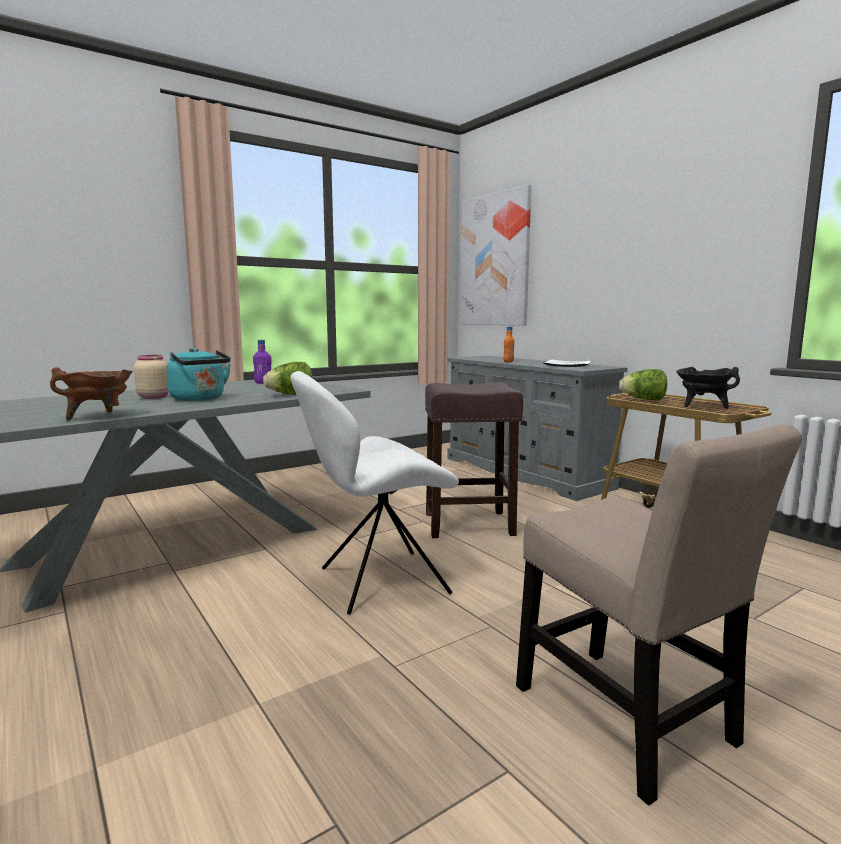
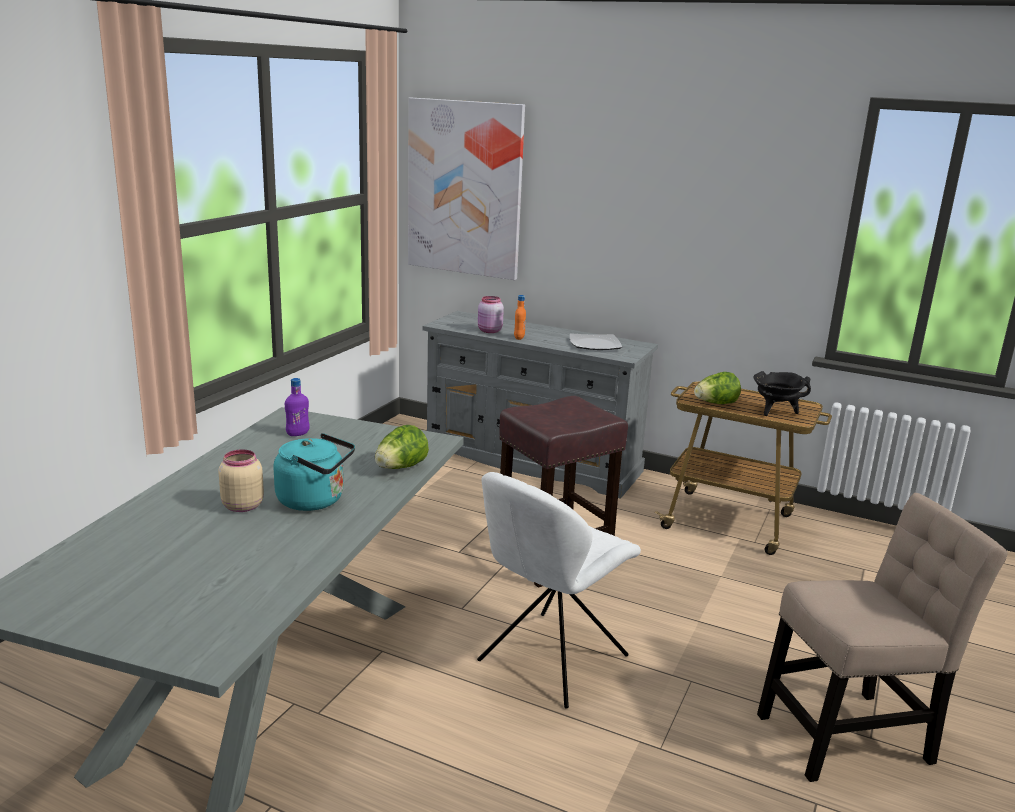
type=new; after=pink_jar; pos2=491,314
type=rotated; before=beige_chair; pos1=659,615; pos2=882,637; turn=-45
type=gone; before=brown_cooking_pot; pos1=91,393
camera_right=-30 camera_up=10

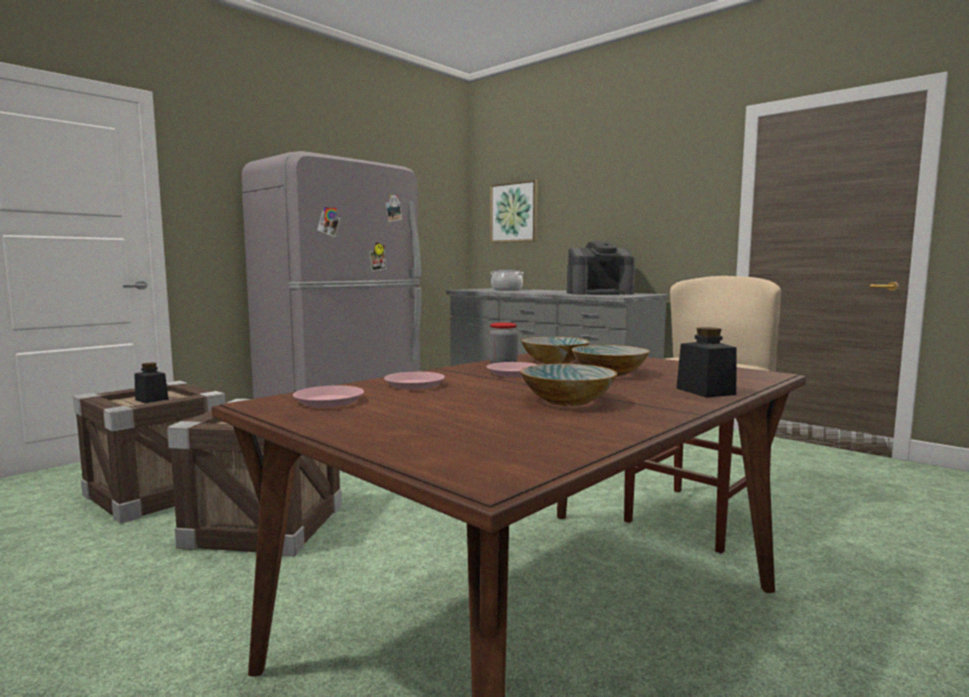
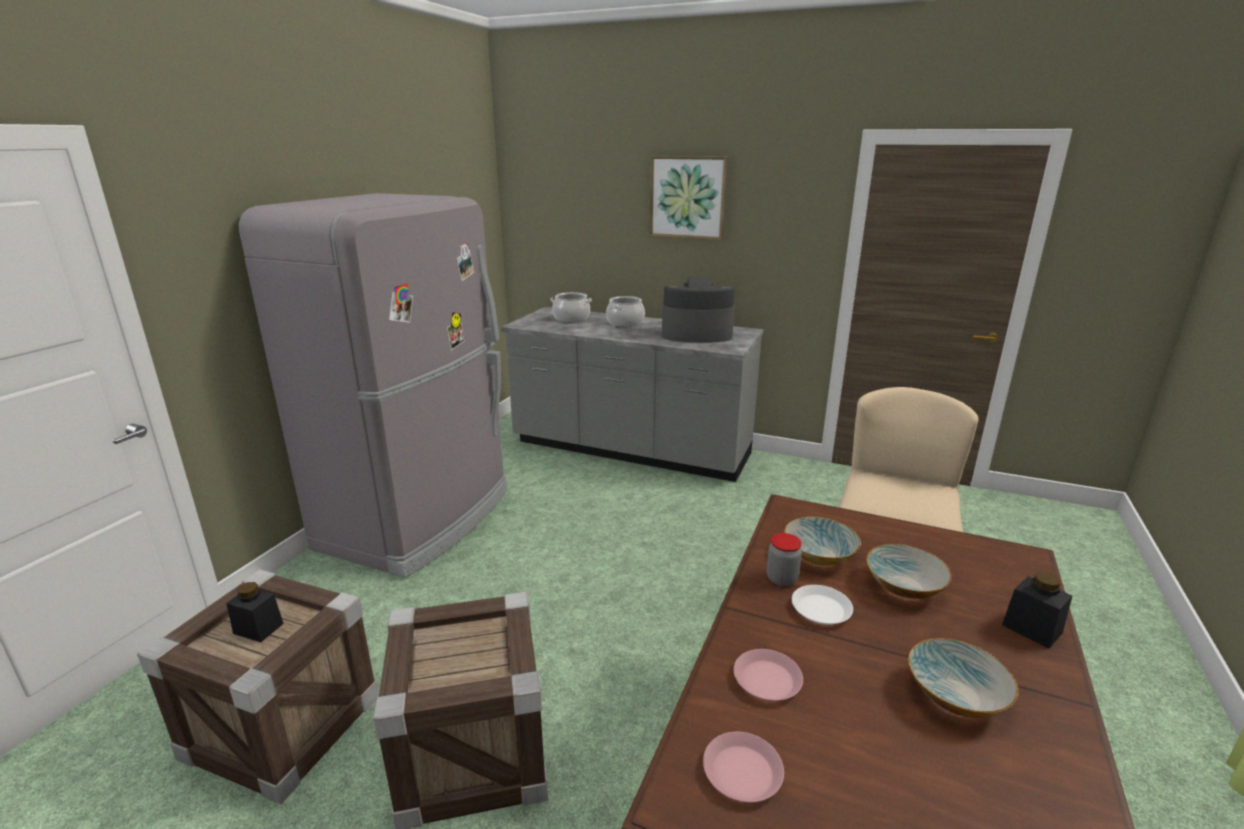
type=new; after=cooking_pot; pos2=625,311
type=shifted; before=picture; pos1=514,211; pos2=688,198
type=rotated; before=coffee_machine; pos1=601,268; pos2=698,309; turn=-150
type=repainted; before=pink_plate; after=white_plate; pos1=512,369; pos2=822,605
camera_right=-20 camera_up=15

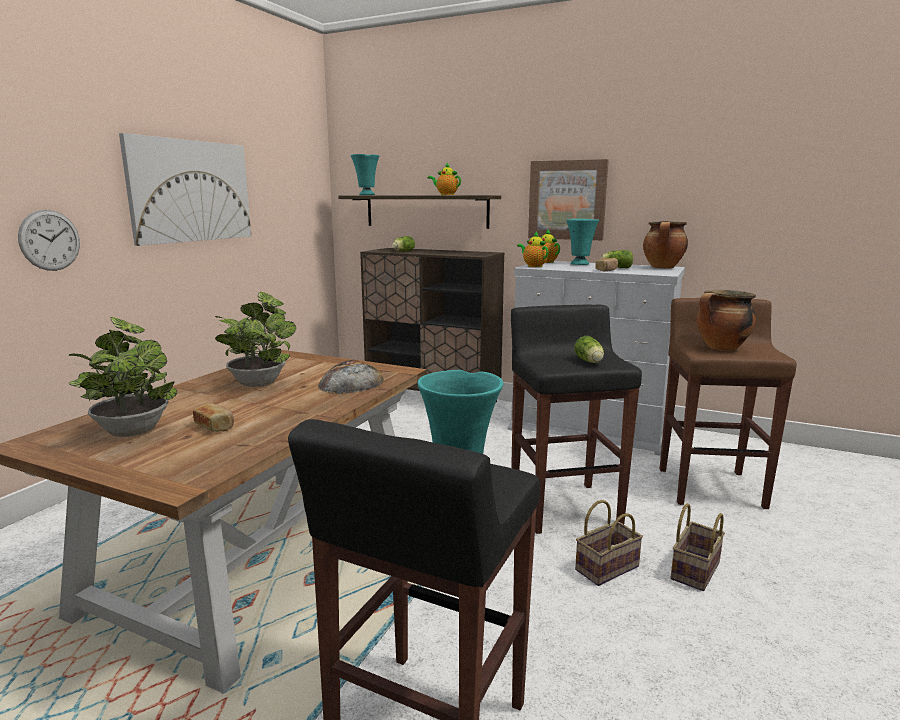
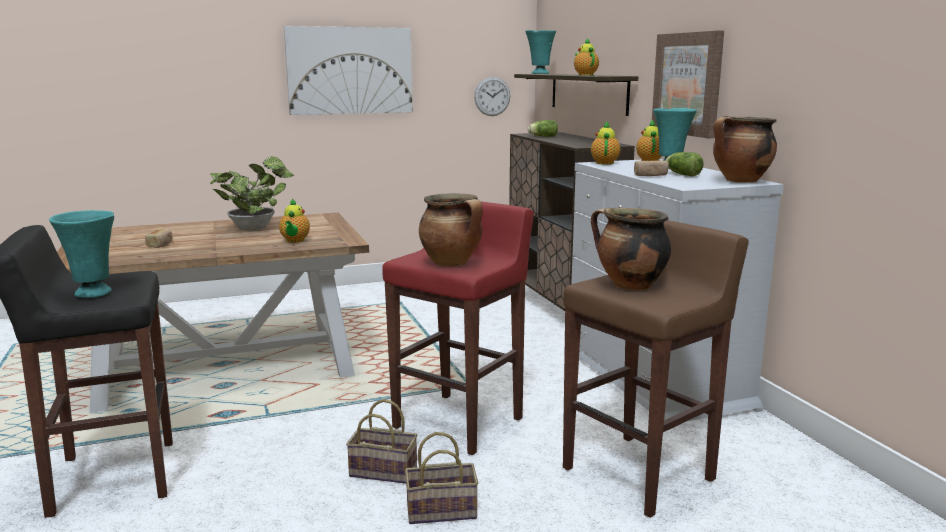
type=swapped; before=bread; after=teapot; pos1=351,377; pos2=294,220
type=repainted; before=black_stool; after=red_stool; pos1=576,419; pos2=458,328
type=swapped; before=lettuce; after=cooking_pot; pos1=589,349; pos2=451,230
type=shifted; before=wall_clock; pos1=49,240; pos2=492,96
type=gone; before=potted_plant; pos1=122,377
camera_right=45 camera_up=0

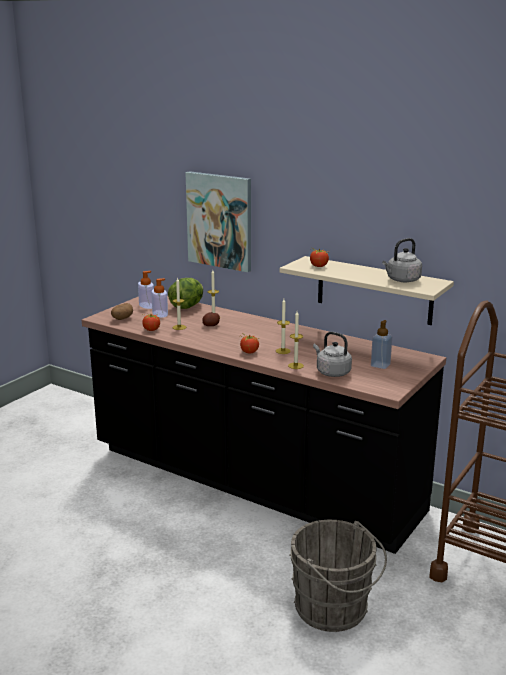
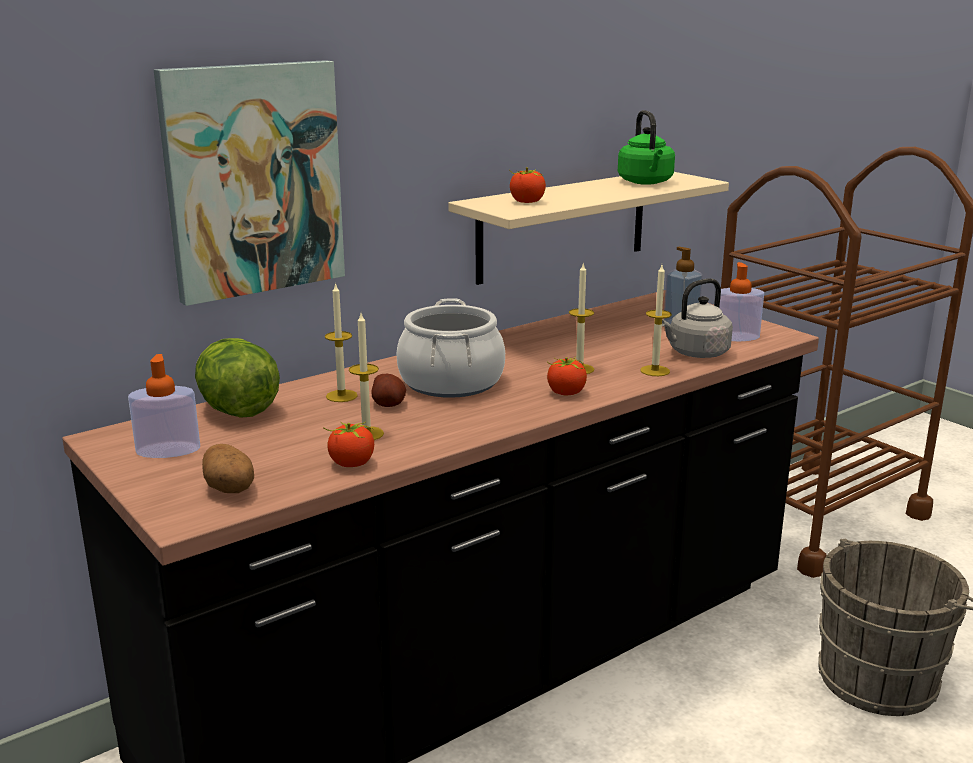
type=new; after=cooking_pot; pos2=451,348
type=repainted; before=grey_kettle; after=green_kettle; pos1=402,260; pos2=646,147
type=shifted; before=soap_dispenser; pos1=159,298; pos2=741,301
camera_right=-70 camera_up=0

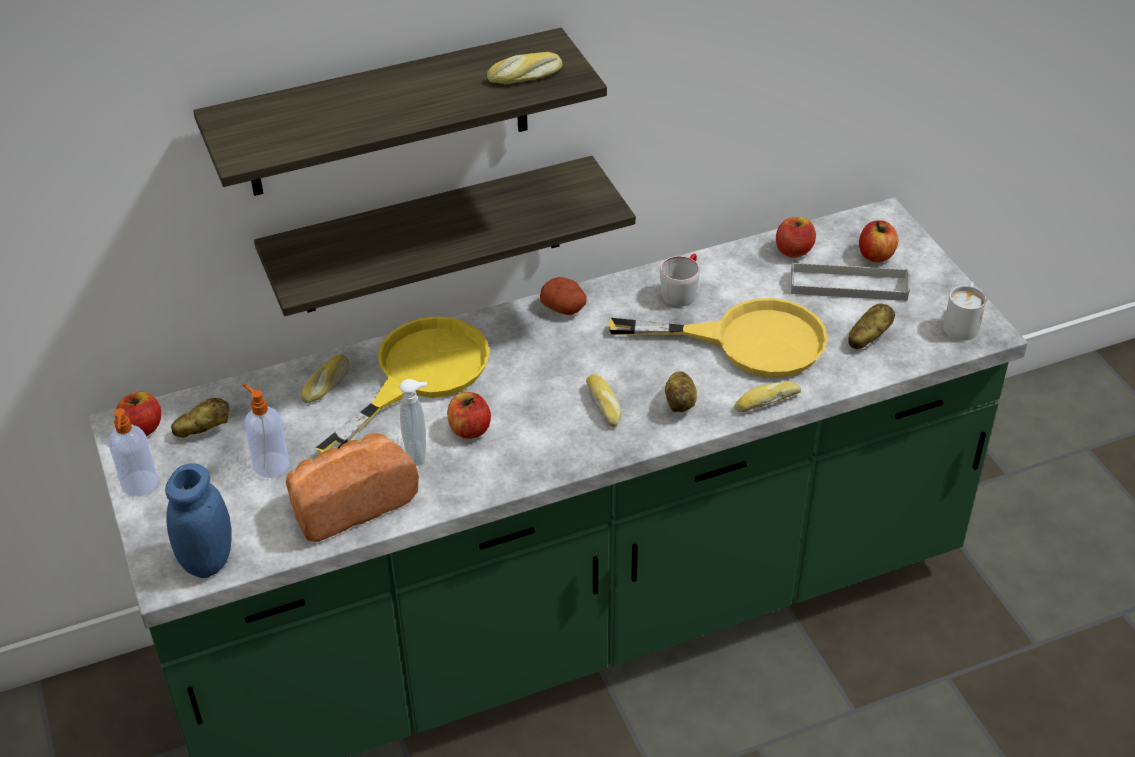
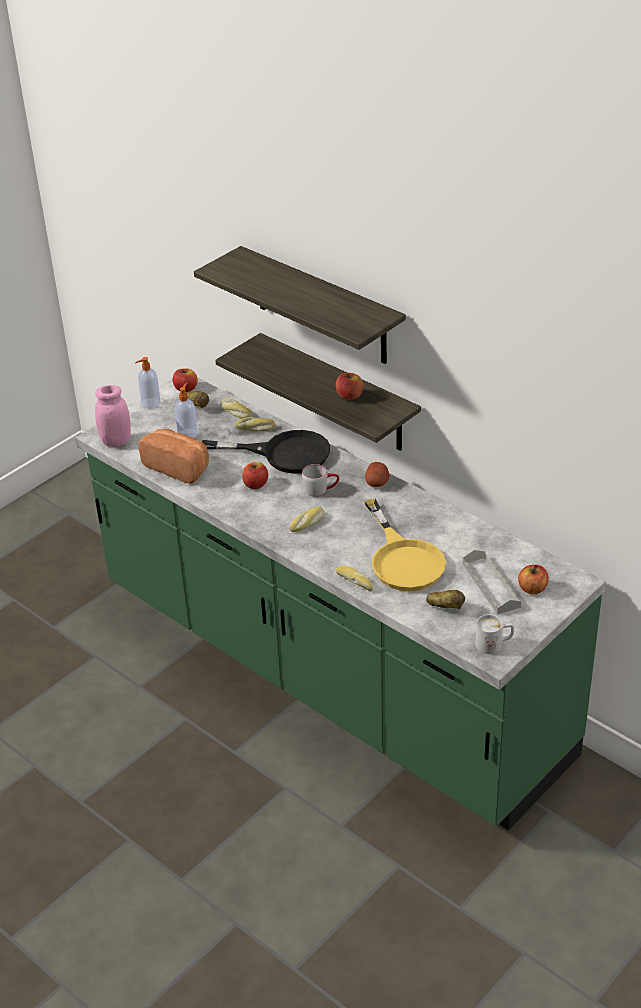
type=repainted; before=blue_jar; after=pink_jar; pos1=198,520; pos2=113,415
type=repainted; before=yellow_frying_pan; after=black_frying_pan; pos1=403,384; pos2=266,452
type=shifted; before=bread; pos1=524,68; pos2=236,408
type=shifted; before=grey_mug; pos1=680,280; pos2=320,480
type=shifted; before=apple; pos1=796,237; pos2=349,386
type=gone; before=soap_dispenser; pos1=413,422
type=gone; before=potato; pos1=681,391
camera_right=65 camera_up=-5

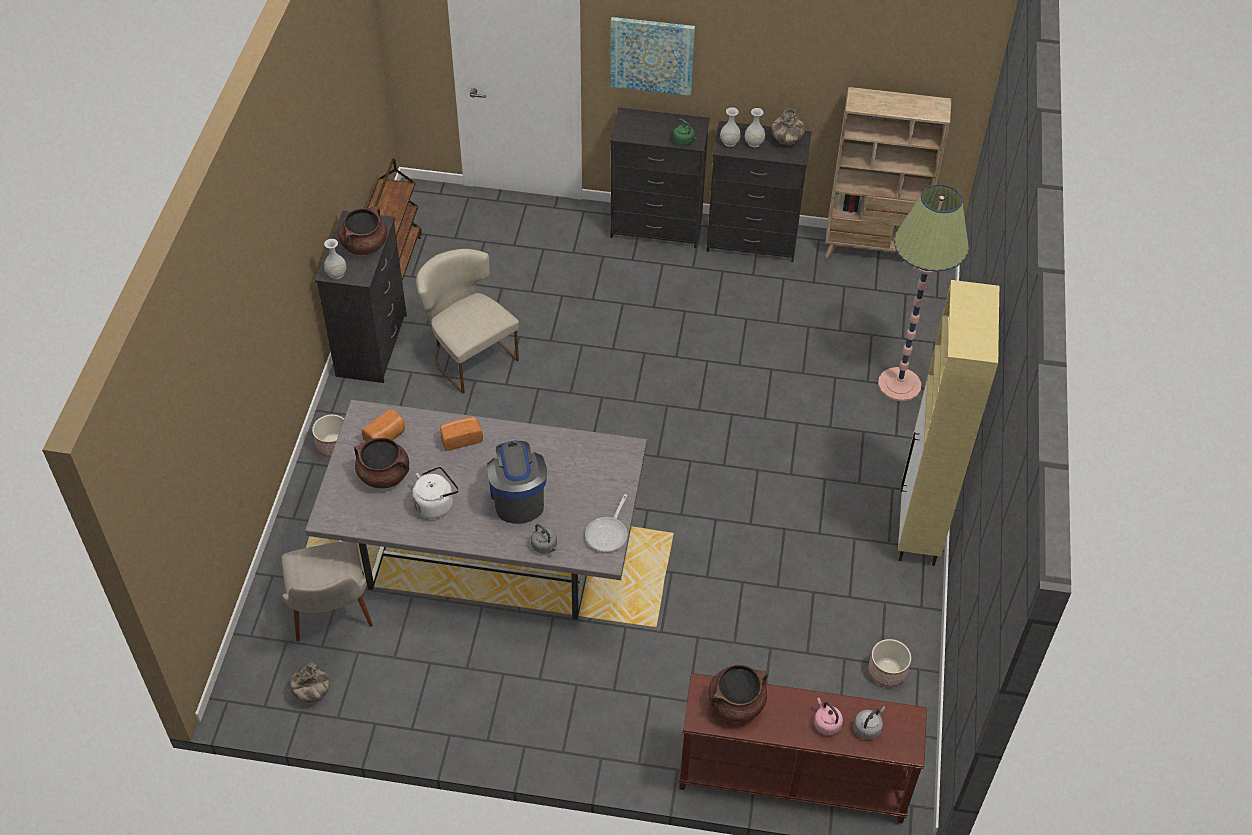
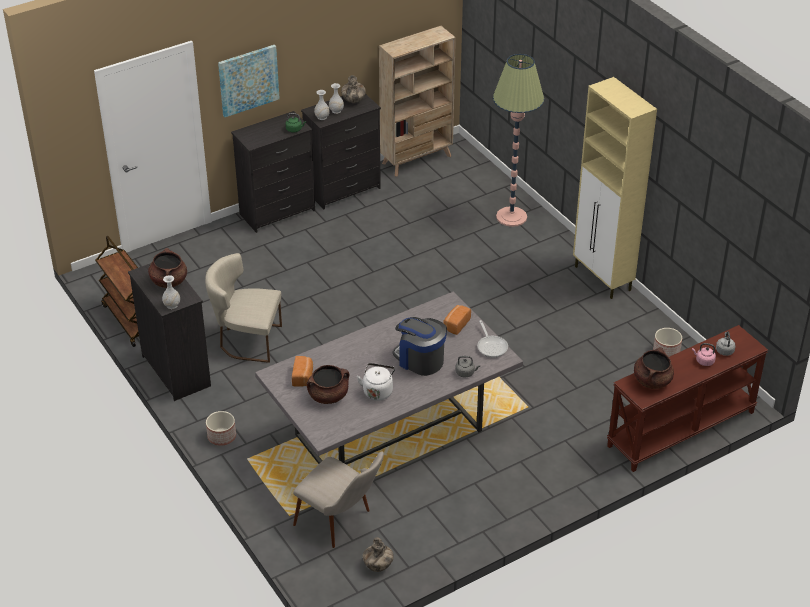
type=shifted; before=bread; pos1=461,434; pos2=457,320
camera_right=-40 camera_up=-10

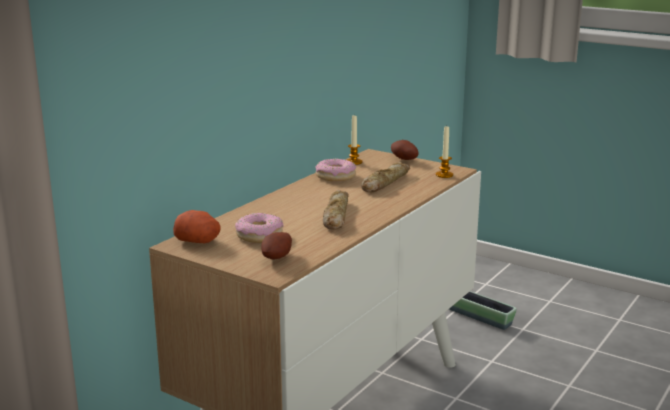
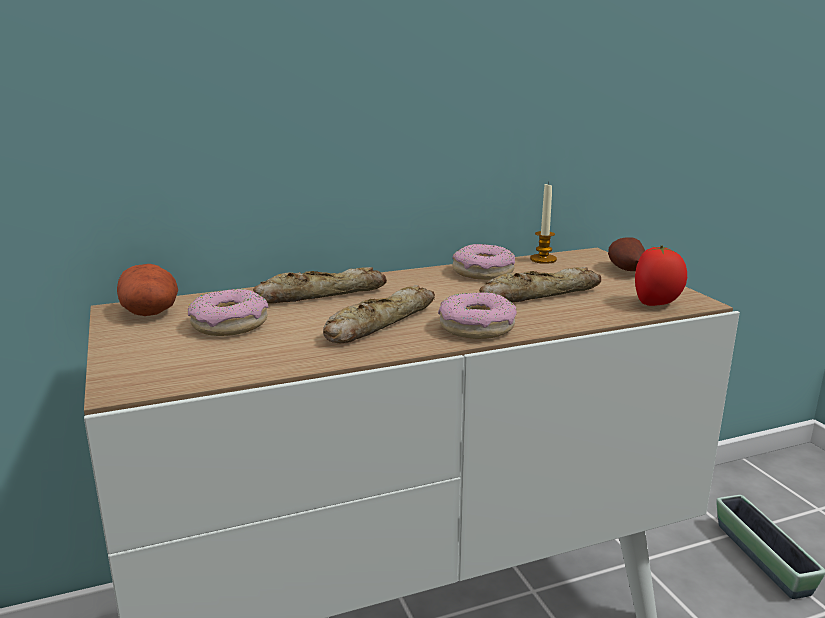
type=new; after=bread; pos2=320,285
type=new; after=donut; pos2=477,315
type=swapped; before=candle; after=tomato; pos1=444,152; pos2=661,275
type=gone; before=potato; pos1=276,245
camera_right=35 camera_up=0

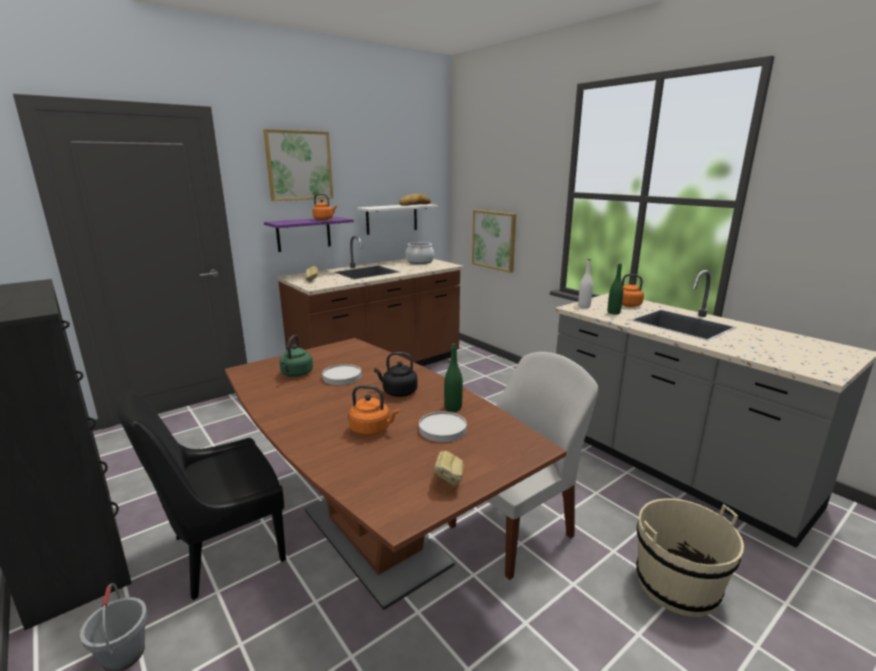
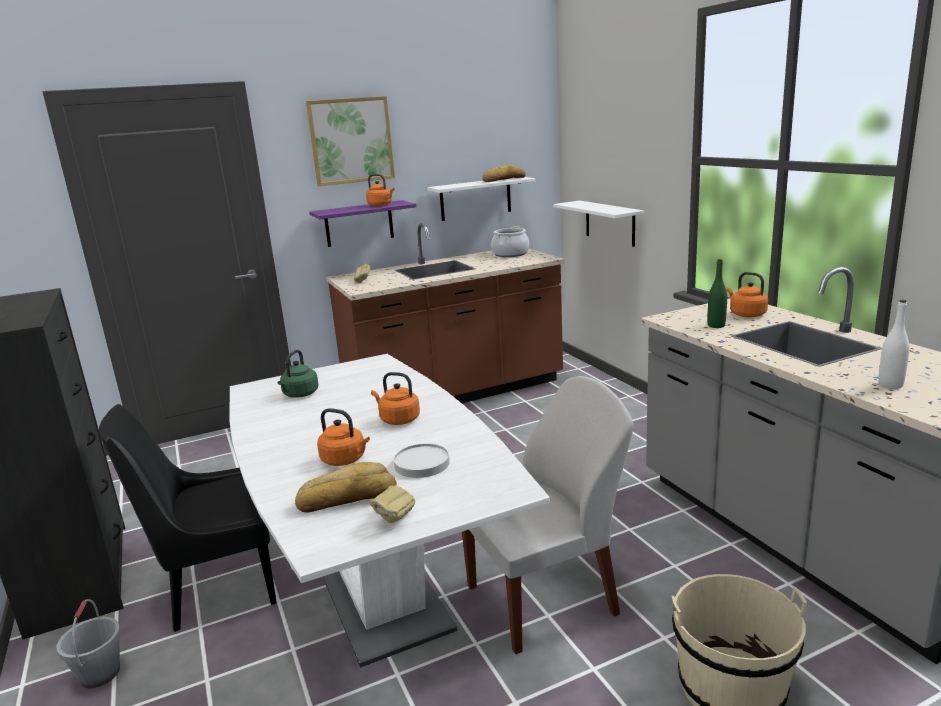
type=repainted; before=brown_dining_table; after=white_dining_table; pos1=396,474; pos2=389,510
type=new; after=bread; pos2=346,487
type=repainted; before=black_kettle; after=orange_kettle; pos1=395,374; pos2=395,398
type=swapped; before=picture; after=white_shelf; pos1=494,241; pos2=598,224
type=shifted; before=white_bottle; pos1=585,283; pos2=894,344
type=gone; before=white_plate; pos1=341,374
type=gone; before=green_bottle; pos1=453,377
camera_right=15 camera_up=0

